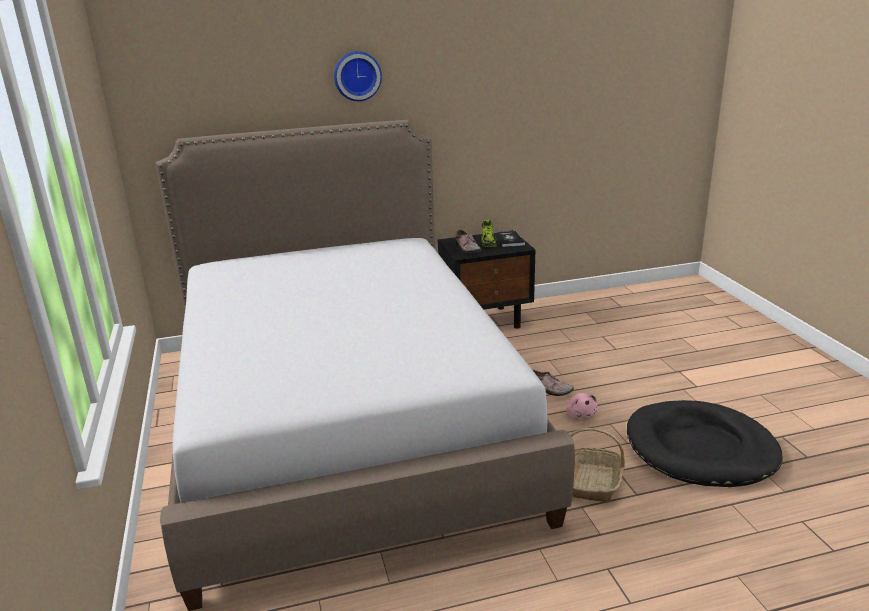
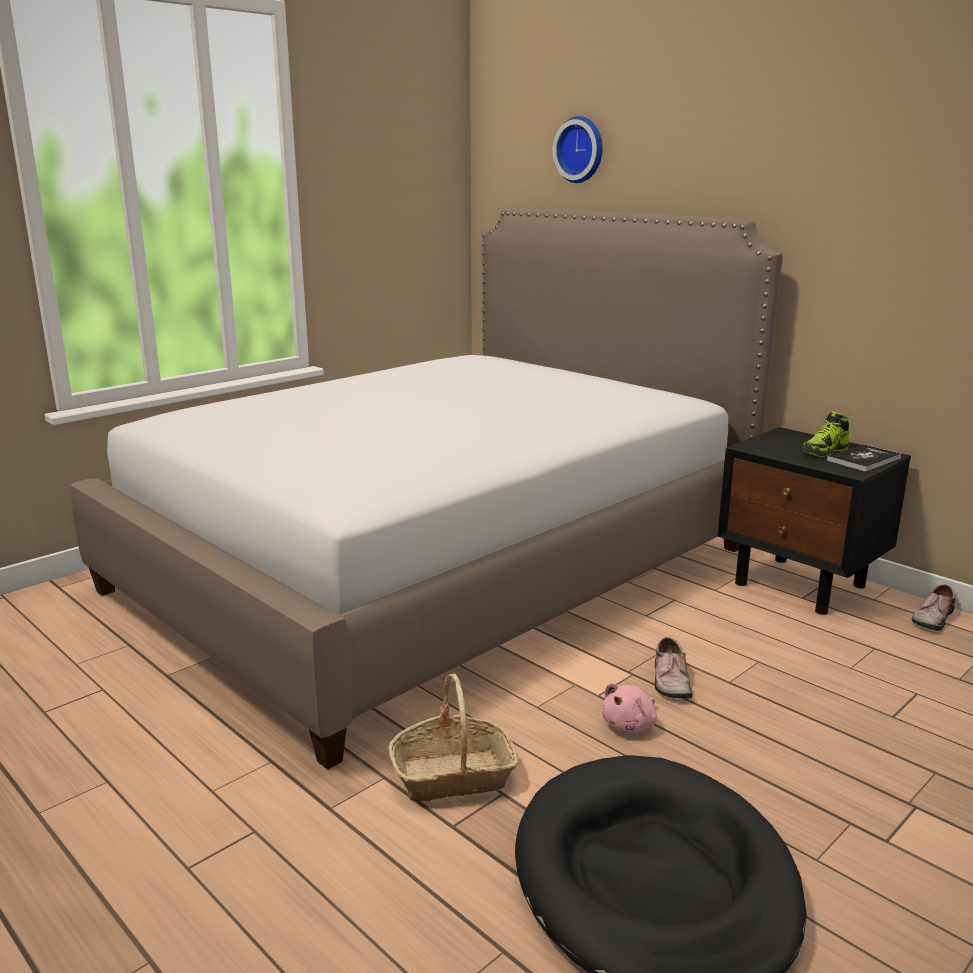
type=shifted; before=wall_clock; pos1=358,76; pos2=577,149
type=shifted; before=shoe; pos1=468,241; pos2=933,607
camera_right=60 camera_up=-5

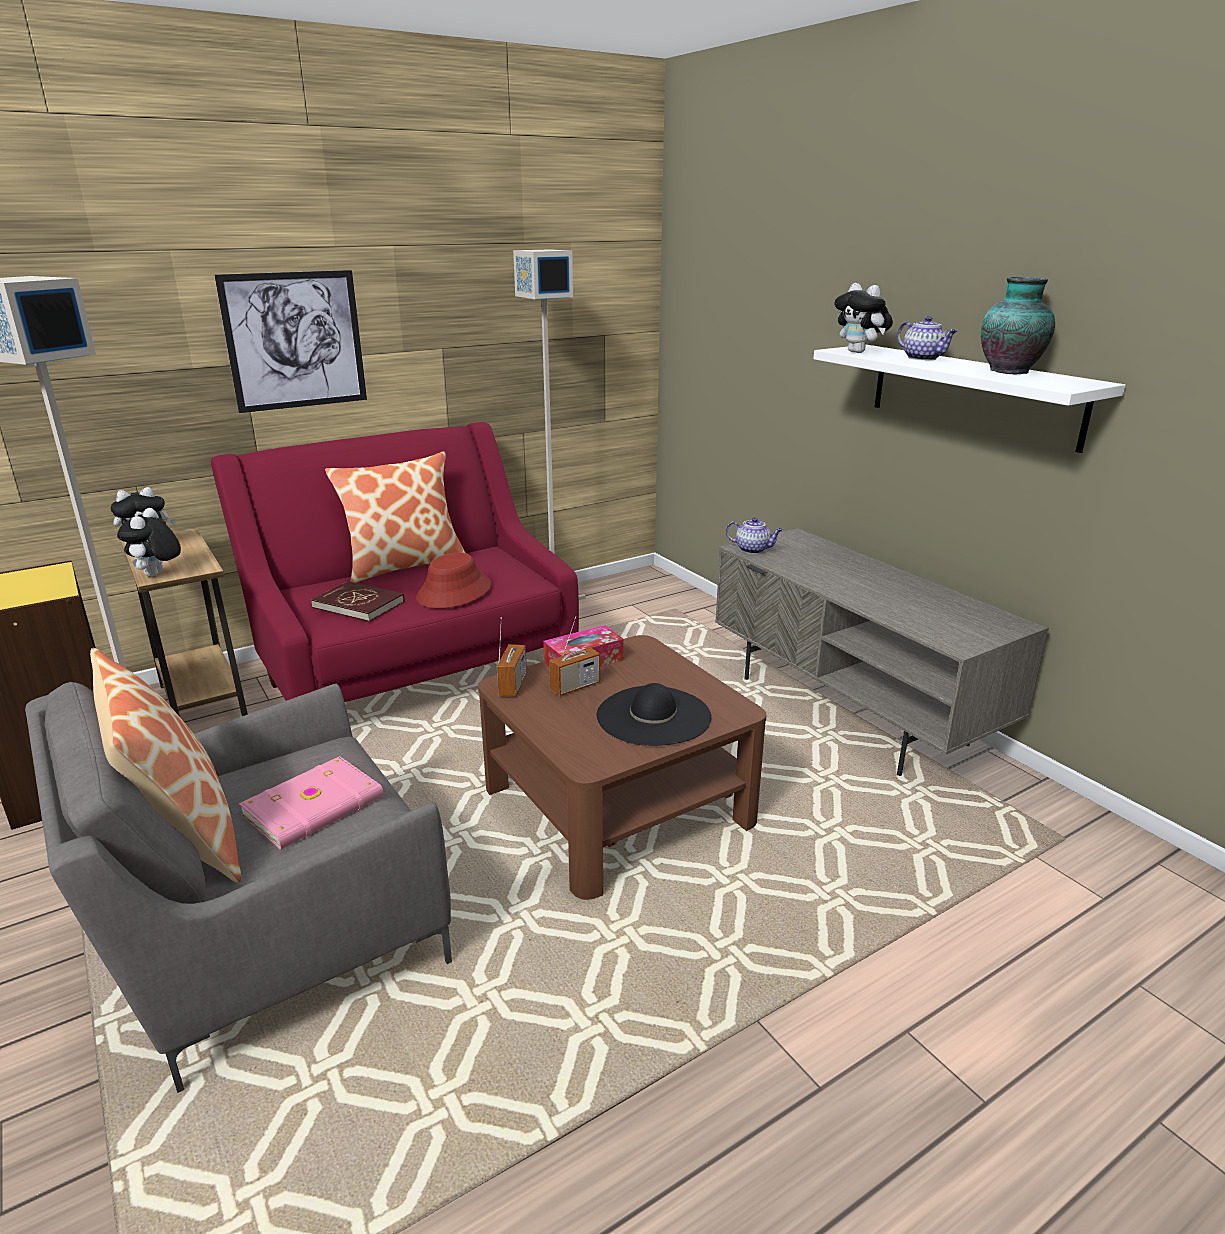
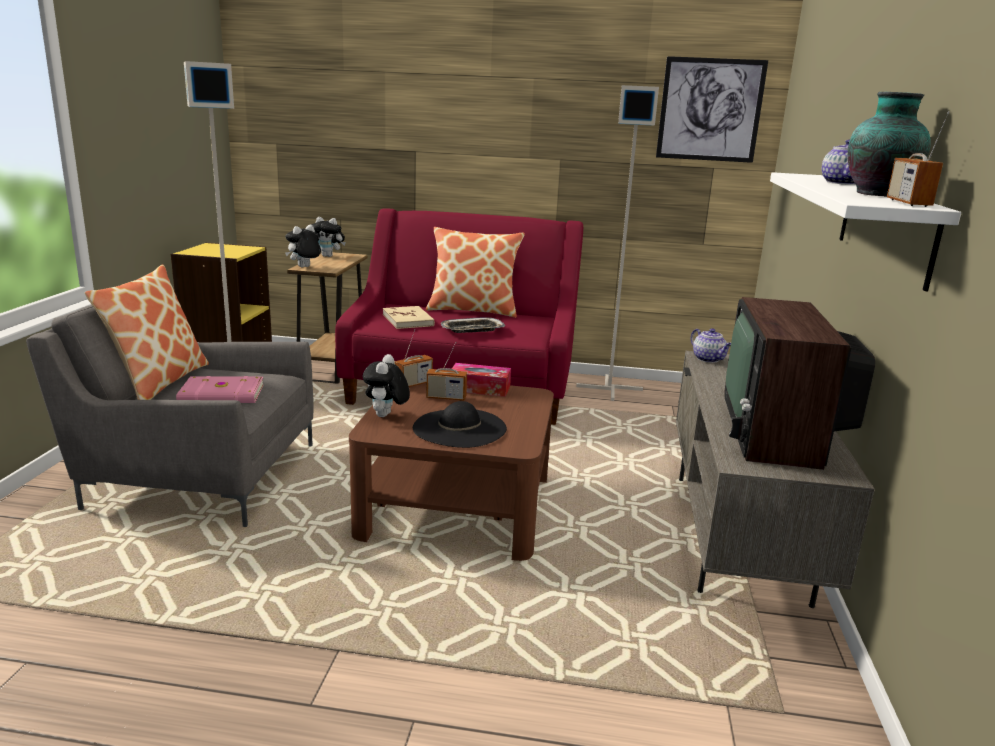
type=shifted; before=plush_toy; pos1=864,318; pos2=386,385
type=repainted; before=red_book; after=beige_book; pos1=357,601; pos2=409,317
type=swapped; before=red_hat; after=tray; pos1=453,580; pos2=473,325
type=shifted; before=picture; pos1=290,341; pos2=712,109
type=new; after=television; pos2=799,383
type=new; after=radio; pos2=918,159
camera_right=40 camera_up=-5

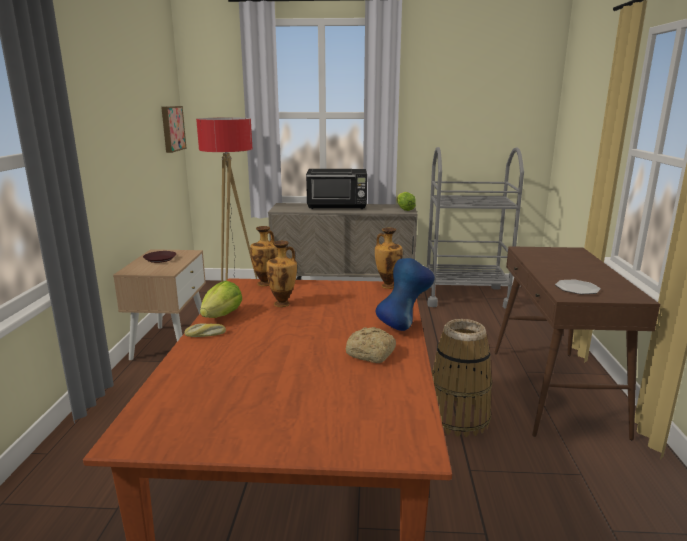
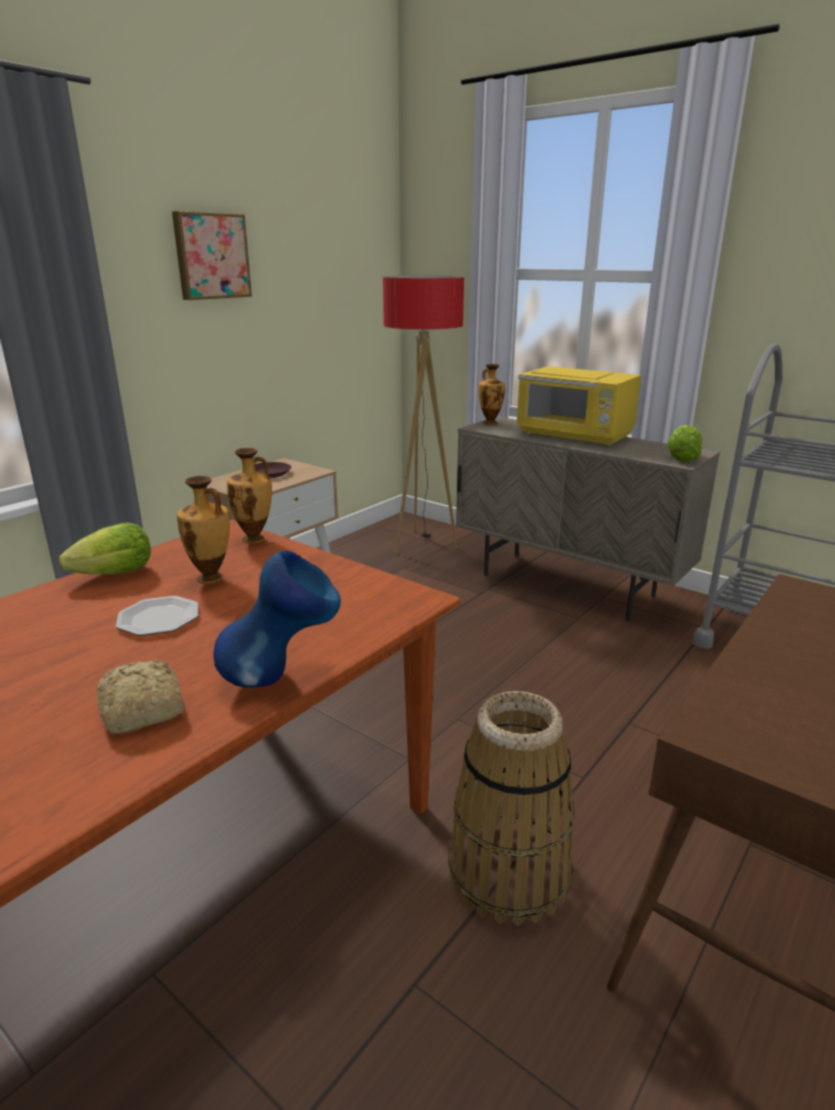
type=shifted; before=plate; pos1=578,286; pos2=157,616
type=shifted; before=picture; pos1=174,129; pos2=212,255
type=shifted; before=vase; pos1=388,258; pos2=491,394
type=repainted; before=black_microwave; after=yellow_microwave; pos1=336,189; pos2=578,406
type=gone; before=bread; pos1=205,330
camera_right=35 camera_up=5

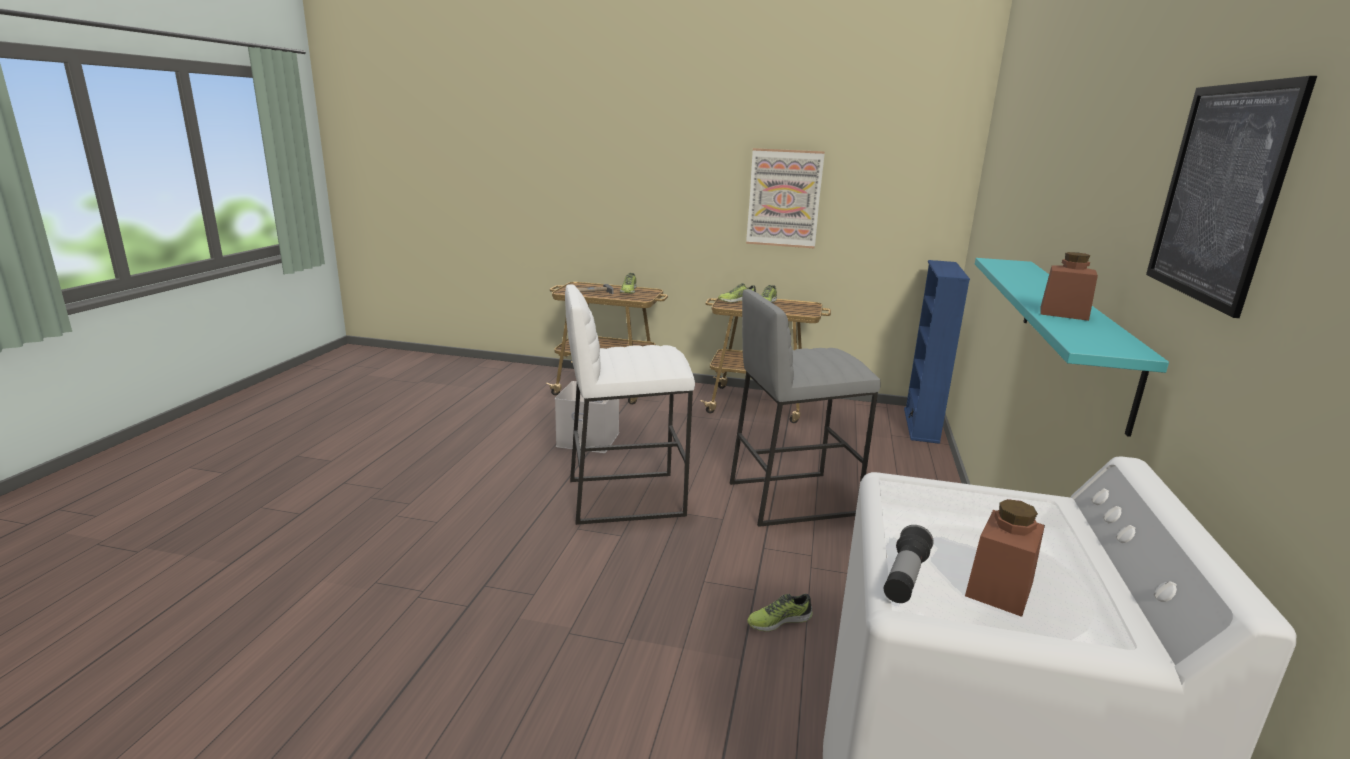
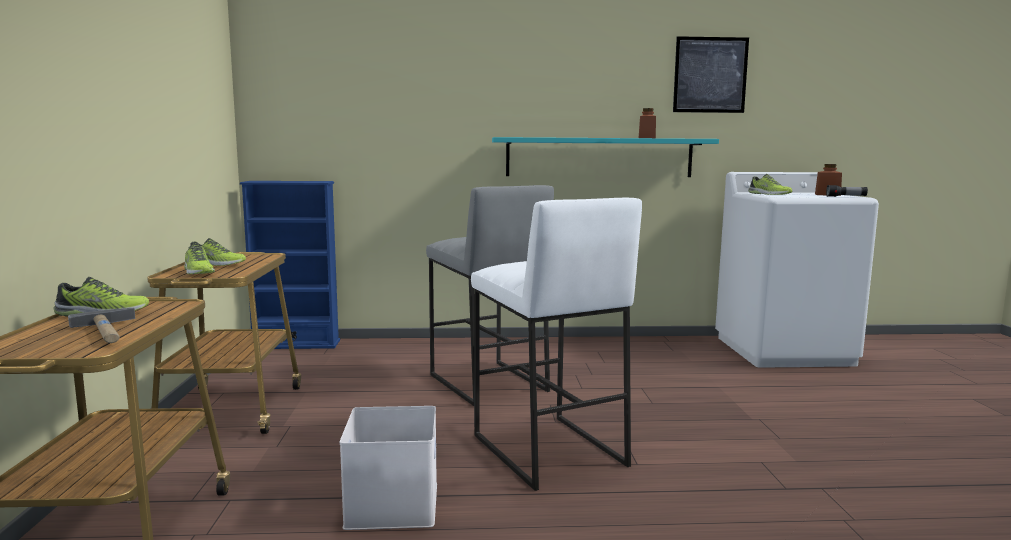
type=shifted; before=shoe; pos1=780,612; pos2=770,184
type=gone; before=picture; pos1=785,198
camera_right=-105 camera_up=-10

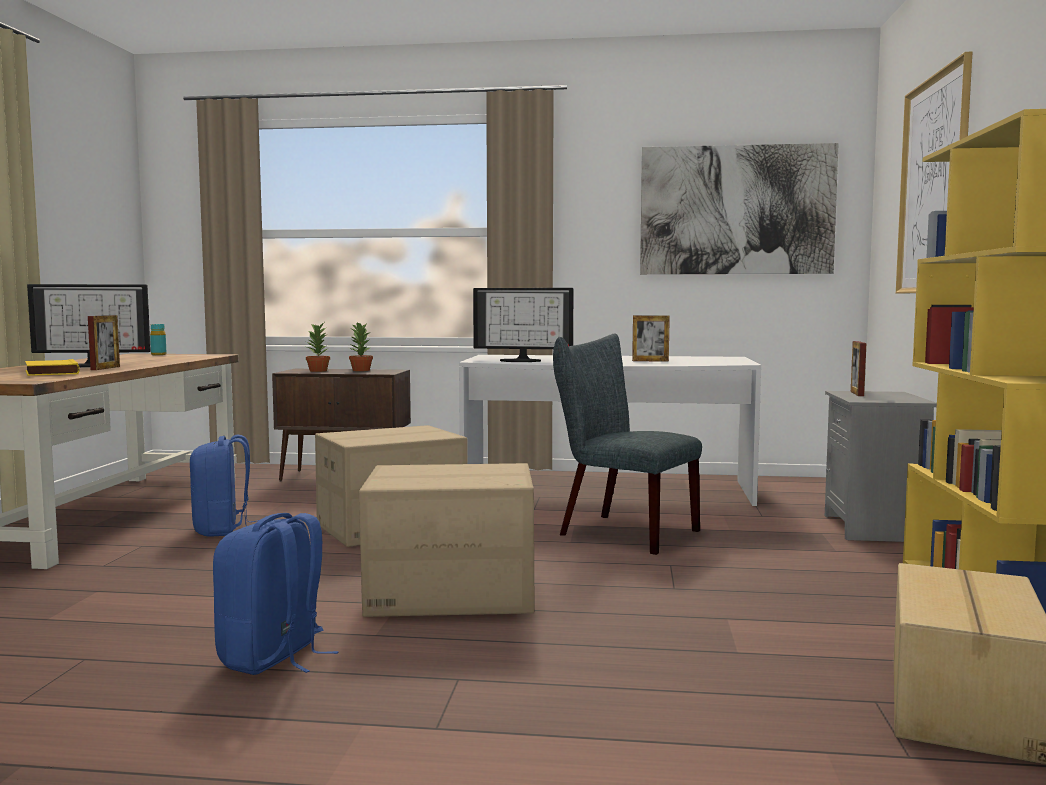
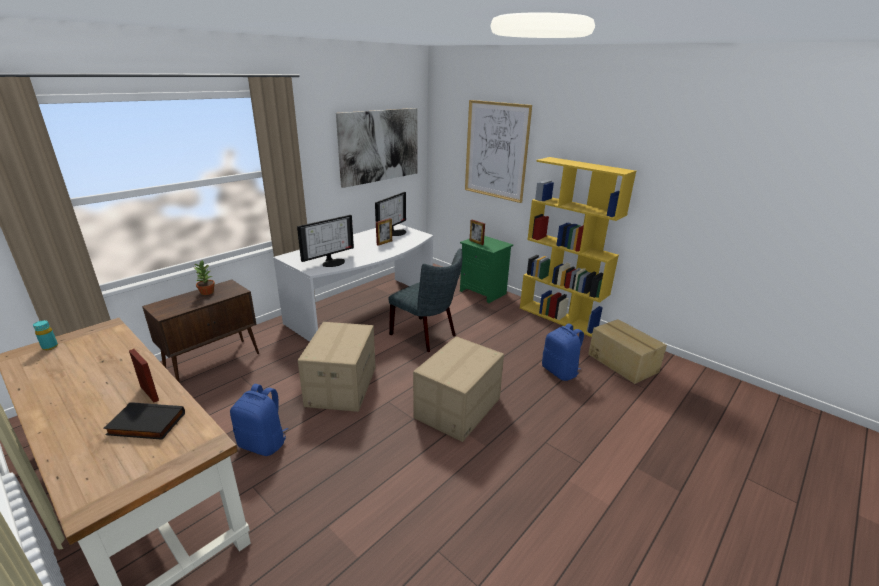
type=repainted; before=yellow_book; after=black_book; pos1=52,367; pos2=144,421
type=shifted; before=monitor; pos1=89,326; pos2=390,214
type=rotated; before=grey_chair; pos1=627,444; pos2=425,300; turn=-120
type=repainted; before=grey_nightstand; after=green_nightstand; pos1=881,466; pos2=486,269
type=shifted; before=blue_backpack; pos1=275,594; pos2=563,352
type=gone; before=potted_plant; pos1=317,347
camera_right=-55 camera_up=20

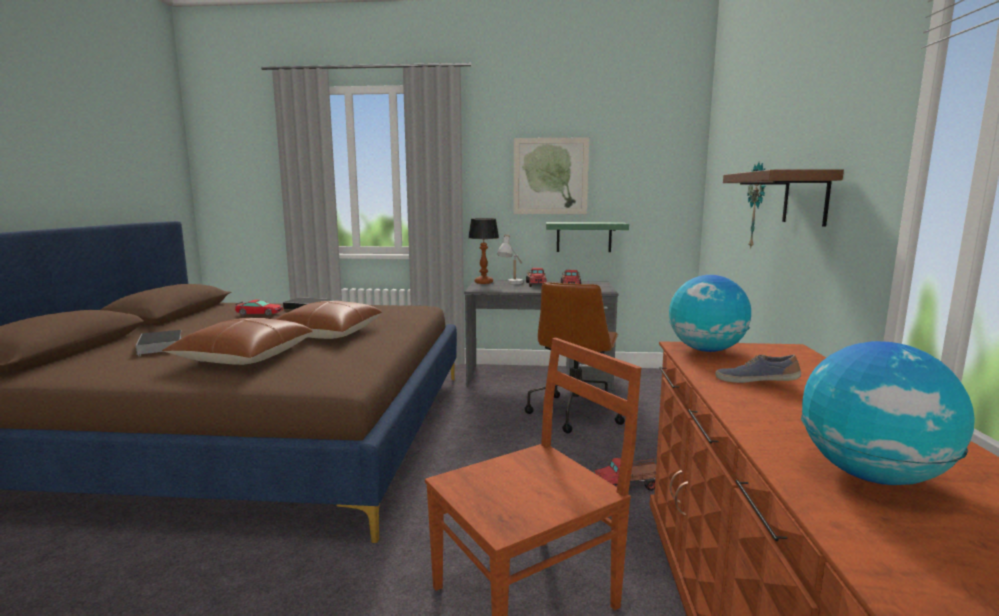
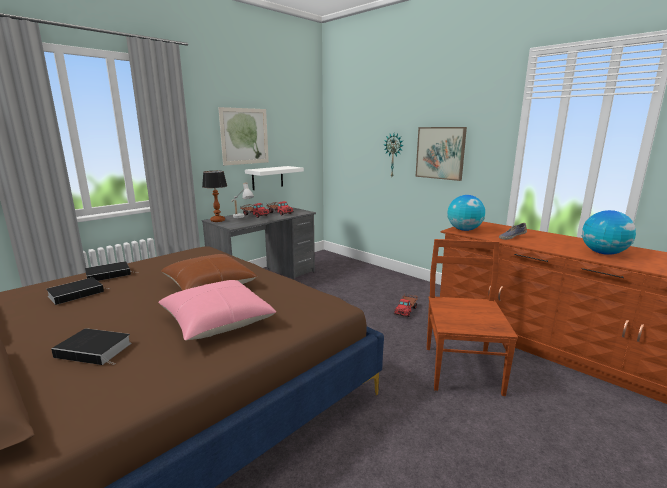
type=swapped; before=toy_car; after=book; pos1=259,307; pos2=76,291
type=repainted; before=brown_pillow; after=pink_pillow; pos1=237,341; pos2=217,310
type=repainted; before=green_shelf; after=white_shelf; pos1=587,237; pos2=274,178
type=swapped; before=brown_shelf; after=picture; pos1=783,198; pos2=441,154
type=gone; before=brown_office_chair; pos1=575,358
camera_right=-50 camera_up=5

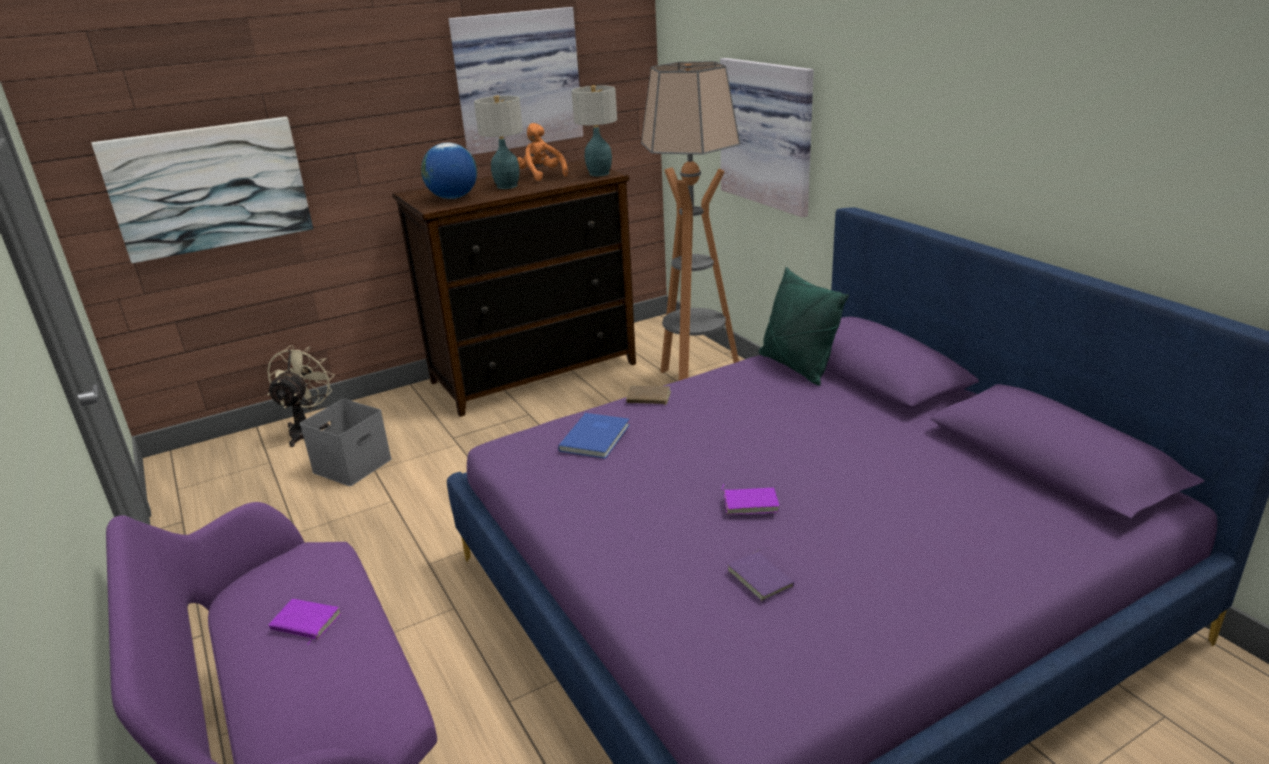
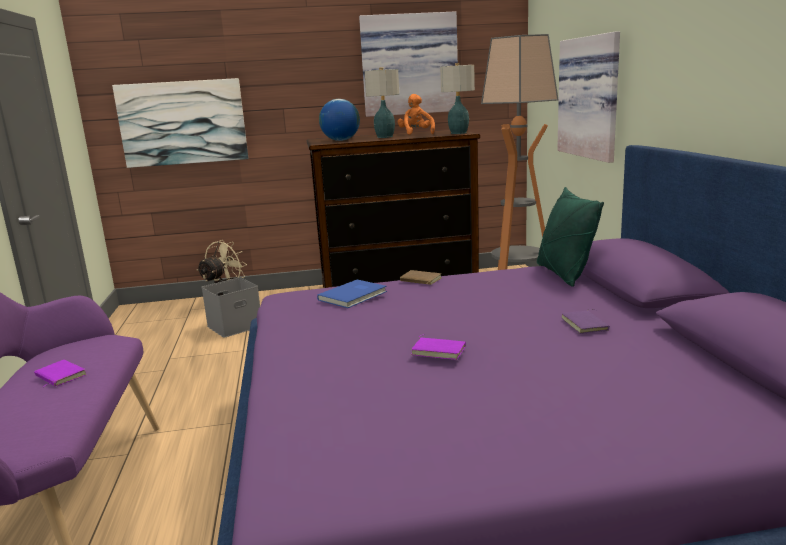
type=shifted; before=purple_book; pos1=760,575; pos2=585,321
camera_right=20 camera_up=-10

